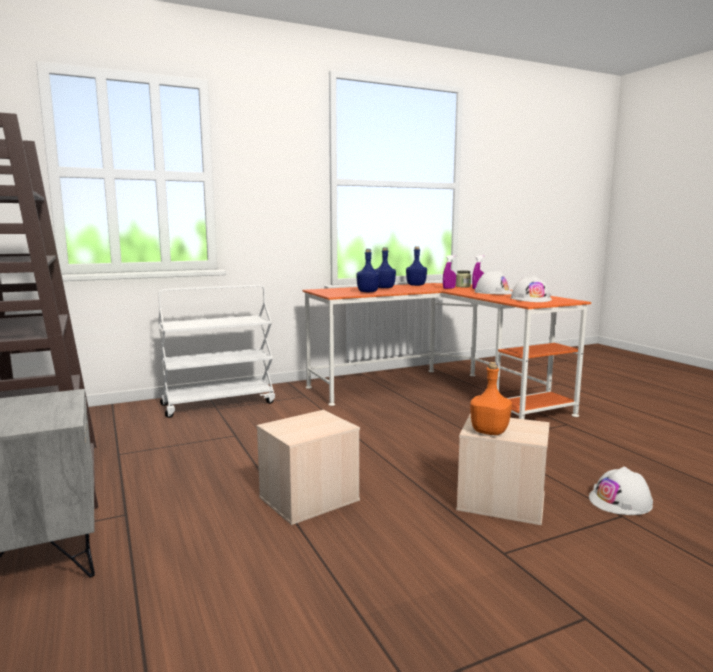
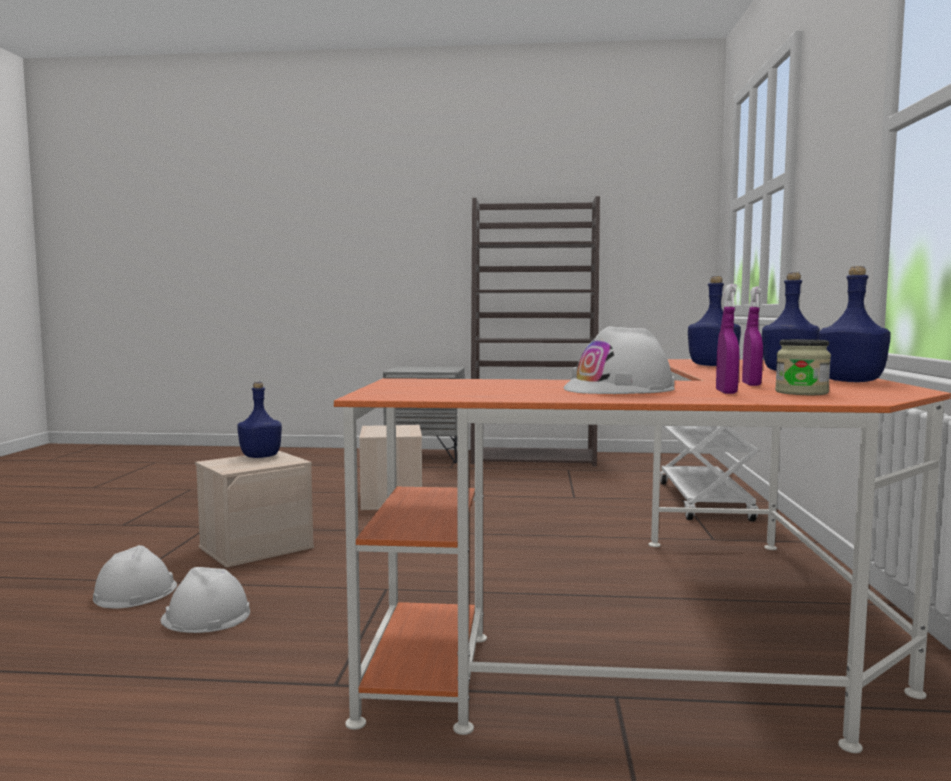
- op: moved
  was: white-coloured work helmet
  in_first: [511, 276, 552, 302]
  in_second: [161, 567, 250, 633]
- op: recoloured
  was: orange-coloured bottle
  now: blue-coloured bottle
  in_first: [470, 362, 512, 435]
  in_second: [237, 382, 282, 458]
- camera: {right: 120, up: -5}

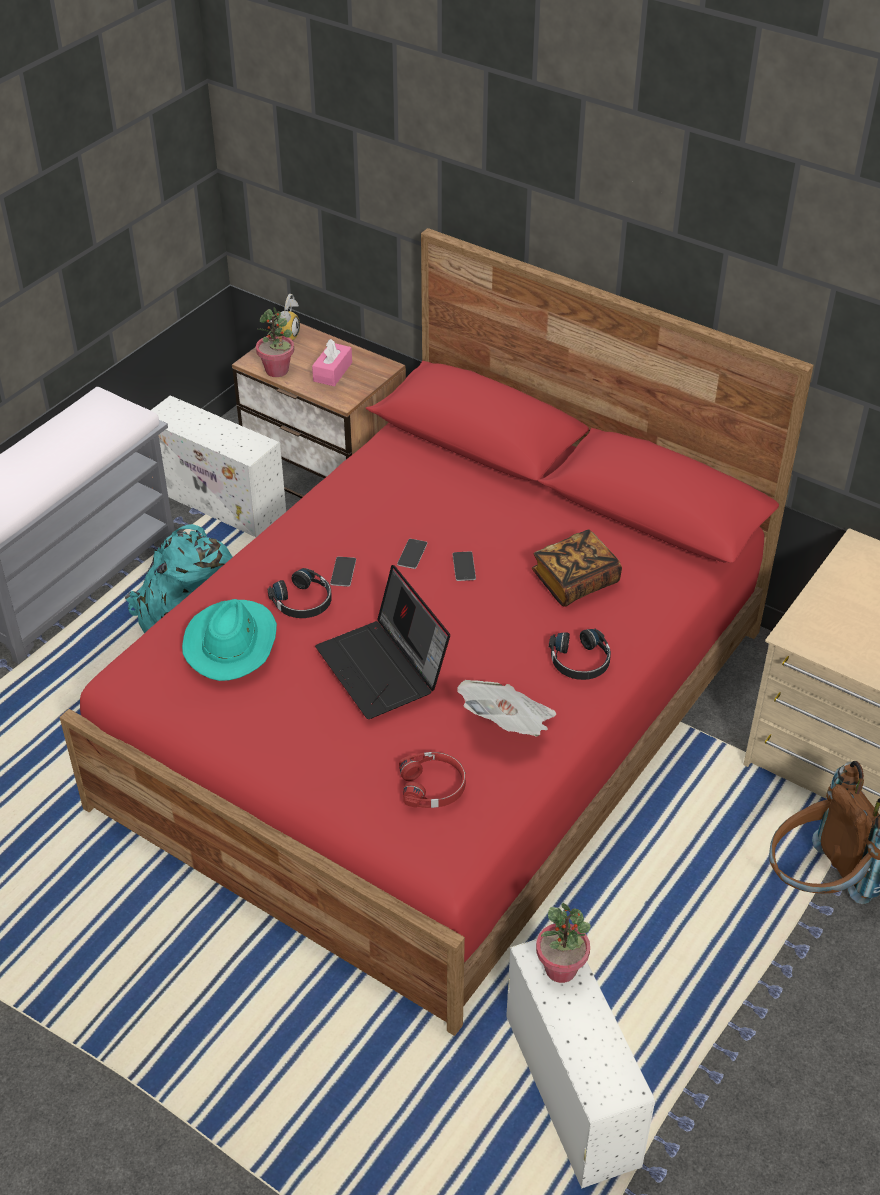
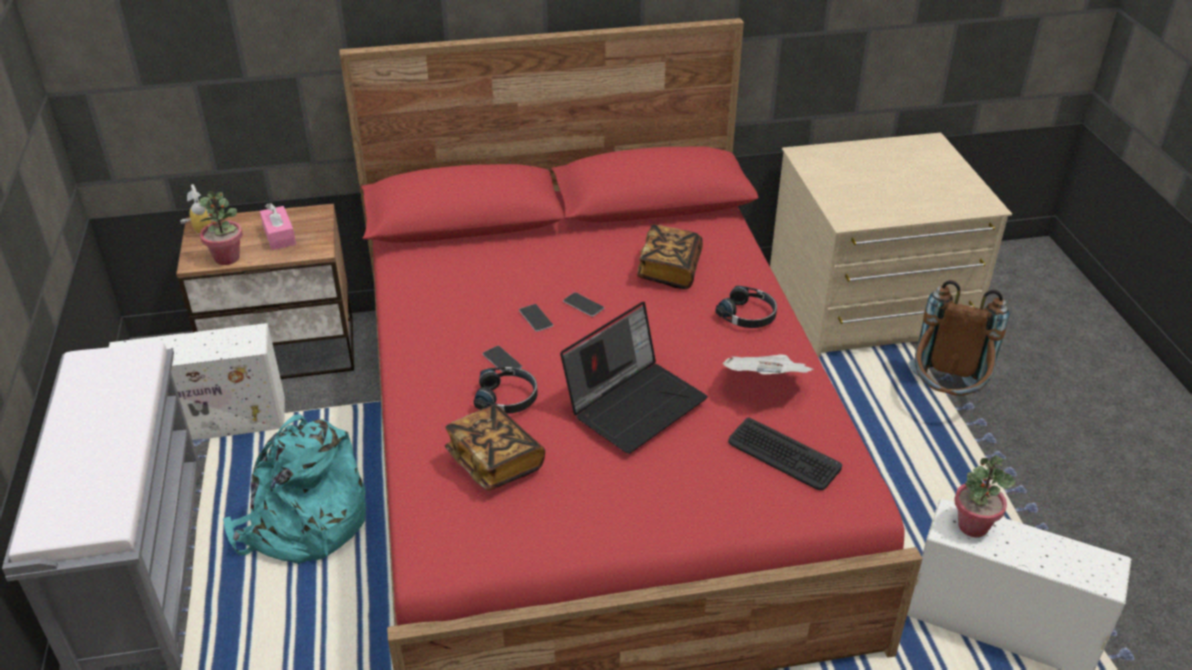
- op: turned
  was: laptop
  in_first: [315, 565, 450, 719]
  in_second: [560, 302, 708, 454]
  clockwise: -60
- op: replaced
  was: turquoise-coloured wearable hat
  now: volume
  in_first: [182, 599, 277, 681]
  in_second: [445, 405, 545, 491]
- op: replaced
  was: reddish headphones
  now: keyboard
  in_first: [399, 752, 466, 808]
  in_second: [728, 417, 842, 490]
- camera: {right: -45, up: -5}

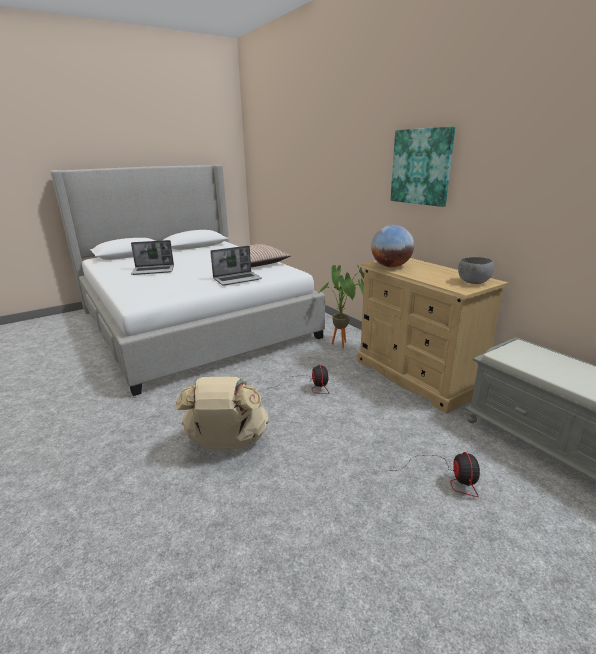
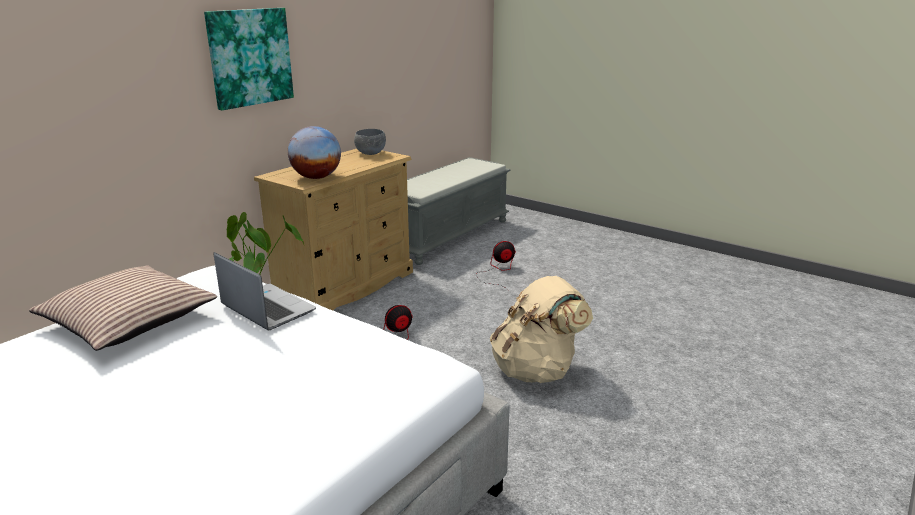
- op: removed
  was: laptop
  in_first: [131, 240, 174, 275]
- camera: {right: -110, up: 0}

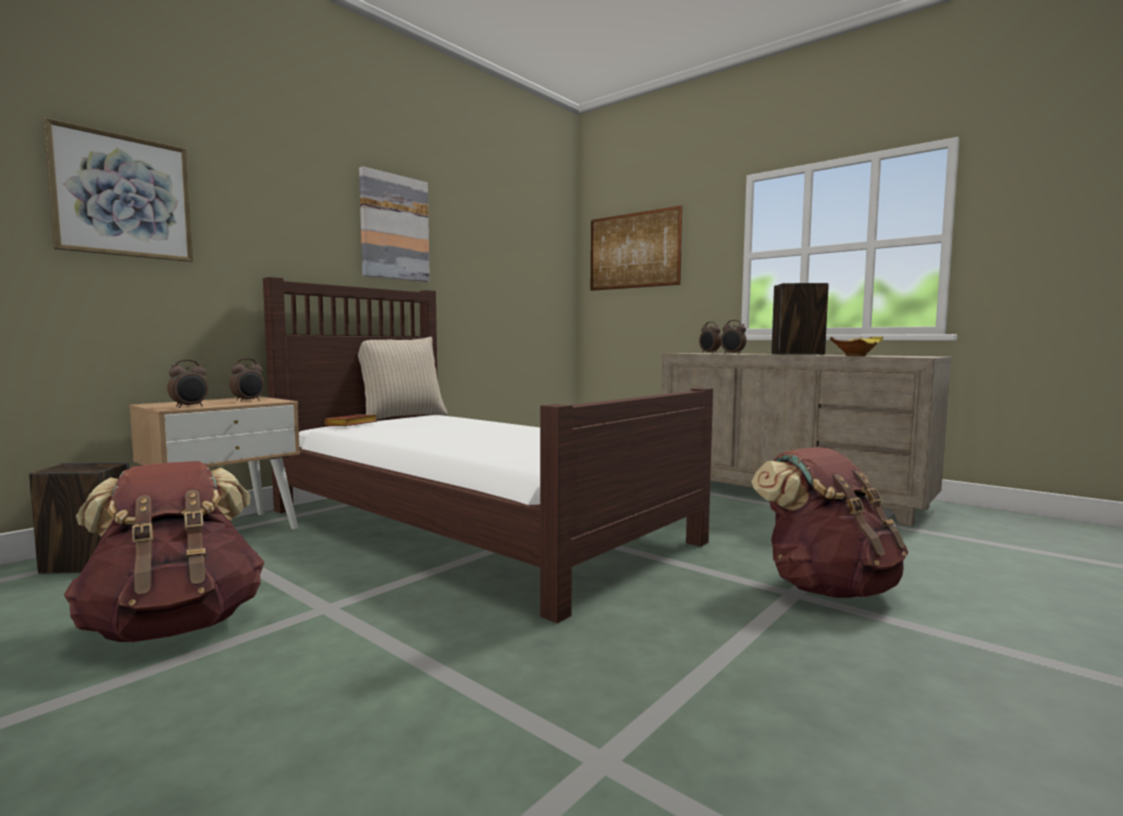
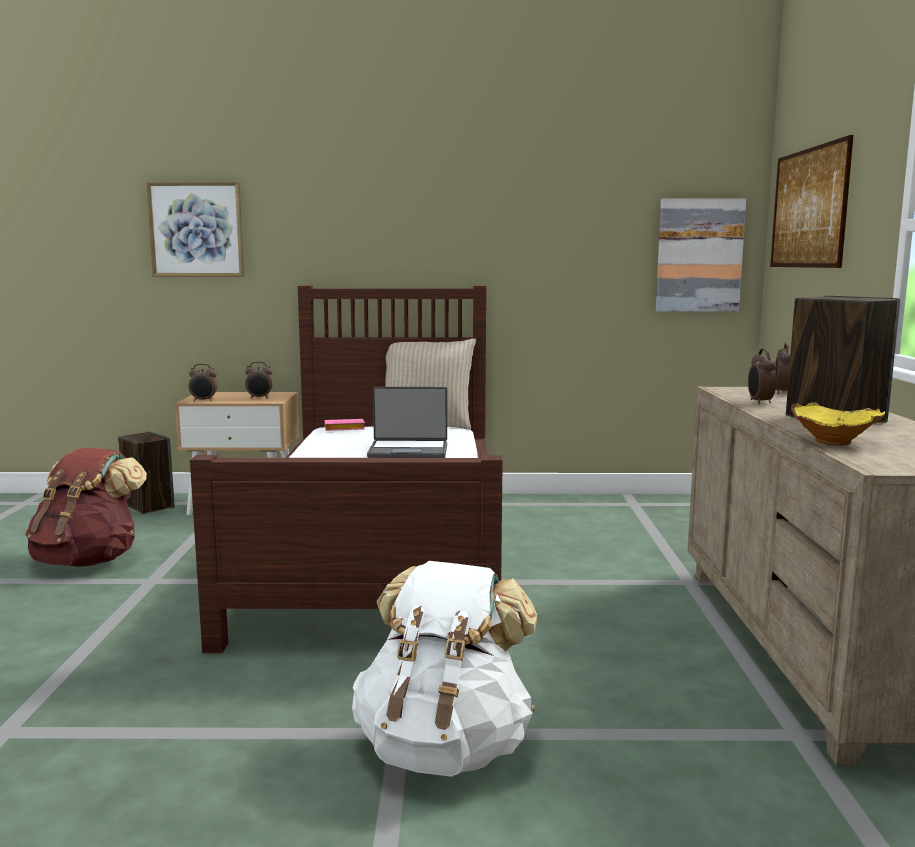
- op: moved
  was: picture
  in_first: [359, 166, 430, 282]
  in_second: [656, 199, 746, 312]
- op: recoloured
  was: brown-coloured volume
  now: pink volume
  in_first: [325, 414, 377, 426]
  in_second: [324, 419, 365, 431]
- op: recoloured
  was: brown-coloured rucksack
  now: white-coloured rucksack
  in_first: [751, 447, 908, 598]
  in_second: [352, 561, 537, 777]
- op: added
  now: laptop
  in_second: [367, 387, 447, 458]
- camera: {right: 50, up: 5}

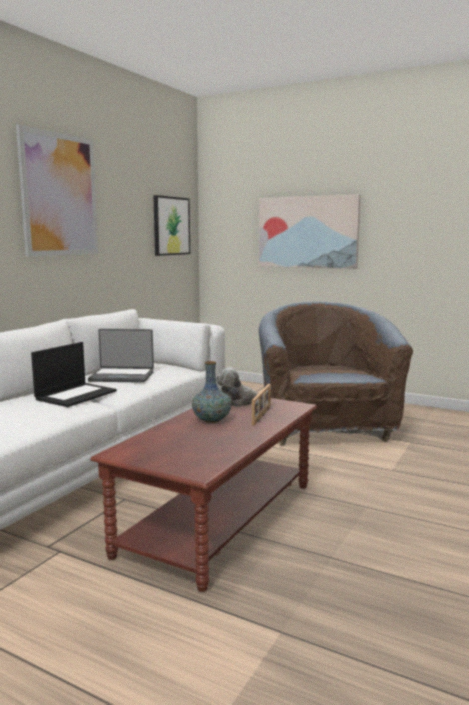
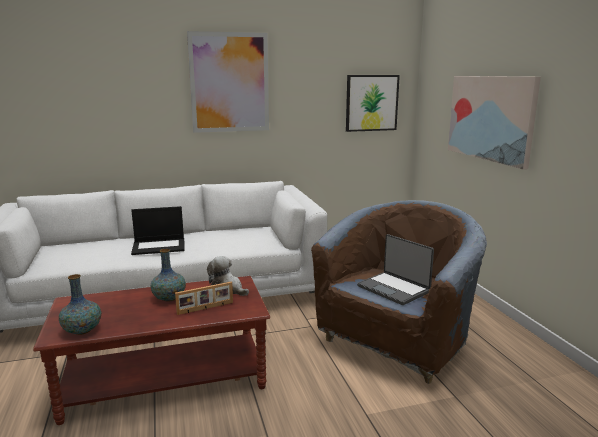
- op: moved
  was: laptop
  in_first: [88, 329, 154, 383]
  in_second: [357, 234, 434, 305]
- op: added
  now: vase
  in_second: [59, 274, 101, 335]
- camera: {right: 45, up: 5}

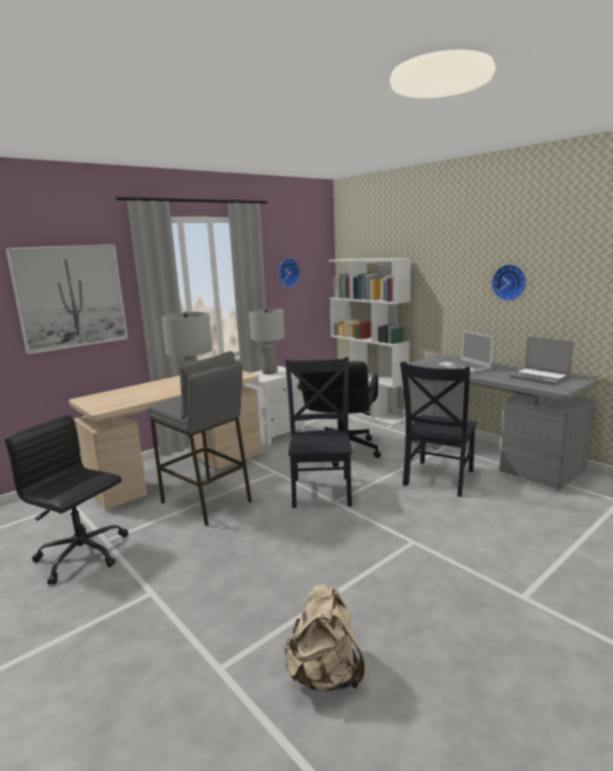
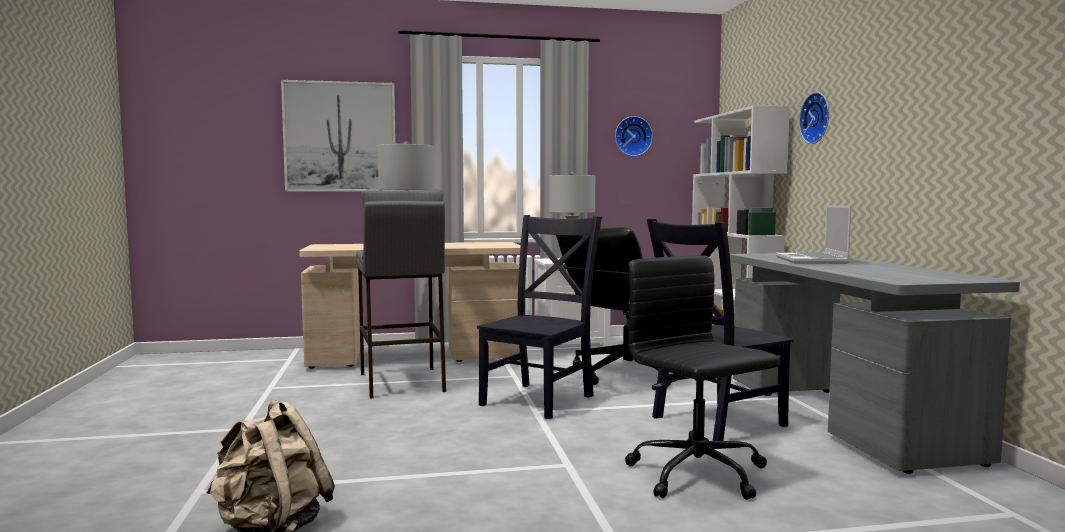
- op: moved
  was: clock on the wall
  in_first: [492, 264, 527, 301]
  in_second: [799, 92, 829, 144]
- op: removed
  was: laptop
  in_first: [509, 337, 574, 385]
- op: moved
  was: blackish desk chair
  in_first: [5, 415, 128, 585]
  in_second: [625, 255, 780, 500]
- camera: {right: 30, up: -10}

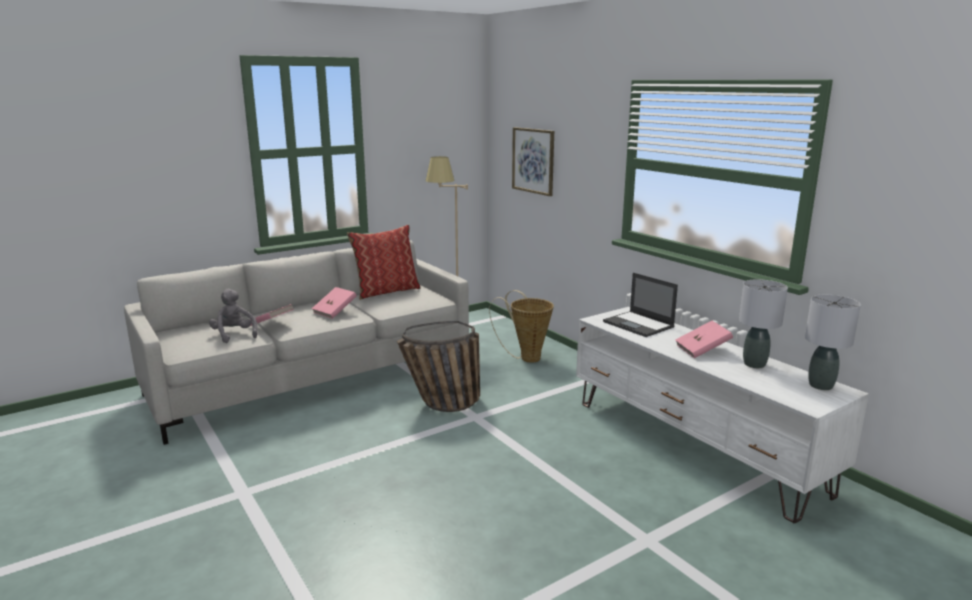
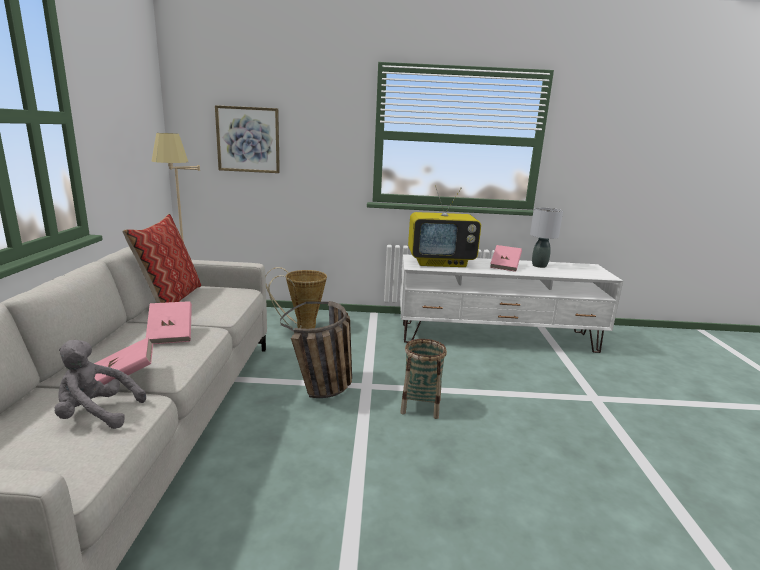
- op: replaced
  was: laptop
  now: TV set
  in_first: [603, 273, 678, 337]
  in_second: [408, 185, 481, 267]
- op: removed
  was: greyish lamp for a table
  in_first: [805, 295, 861, 390]
- op: added
  now: storage basket
  in_second: [400, 339, 447, 419]
- camera: {right: -55, up: 0}

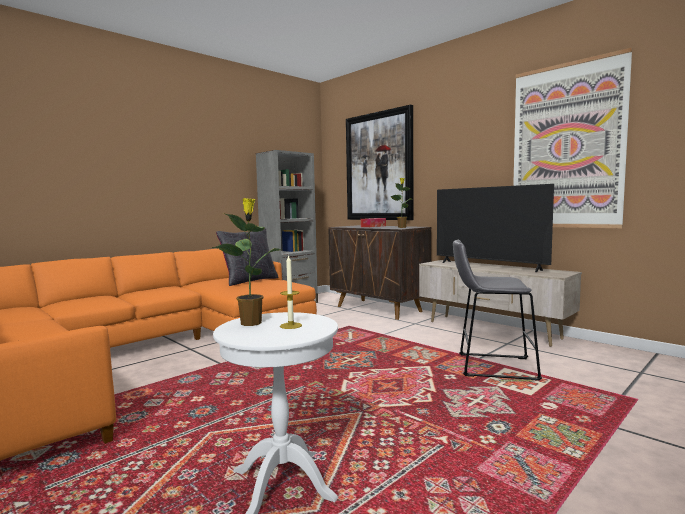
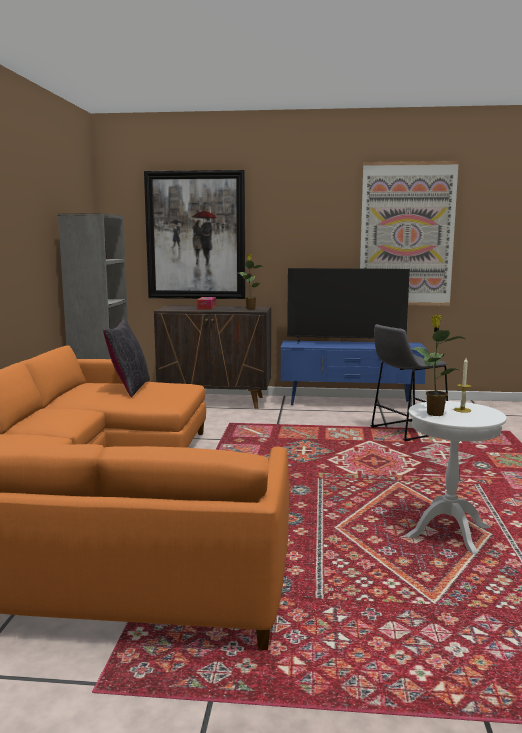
- op: recoloured
  was: beige tv unit
  now: blue-coloured tv unit
  in_first: [419, 260, 582, 347]
  in_second: [281, 341, 427, 407]
- camera: {right: -40, up: 5}

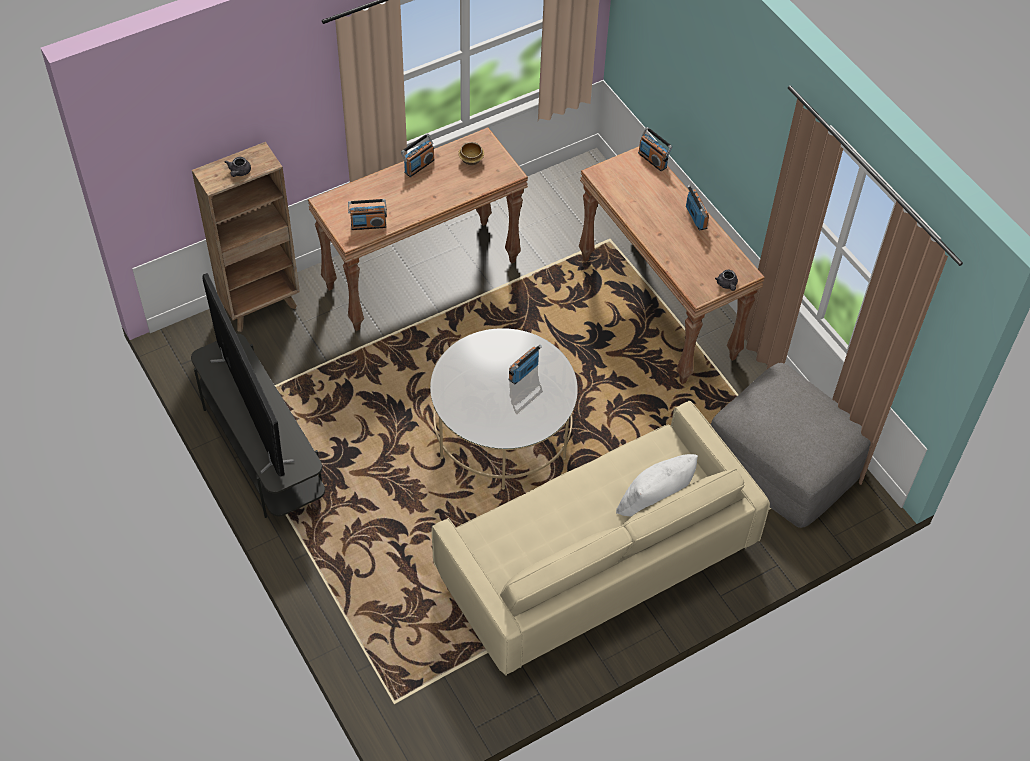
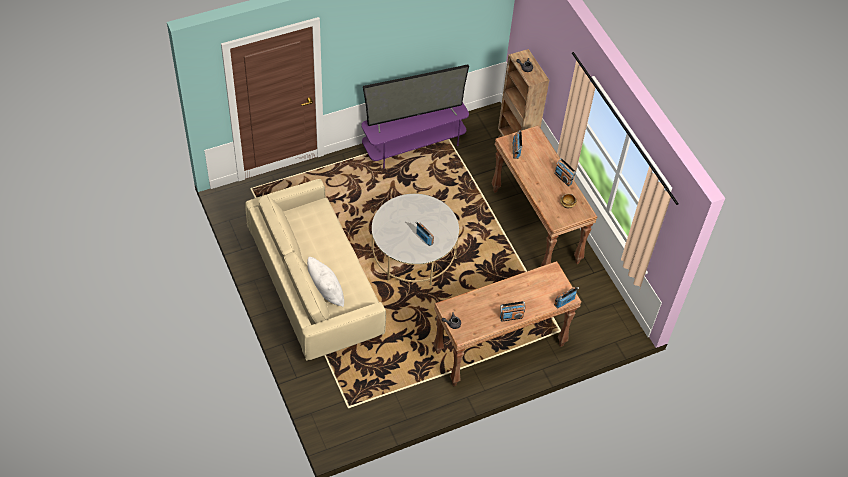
- op: recoloured
  was: greyish tv unit
  now: purple-coloured tv unit
  in_first: [191, 334, 325, 518]
  in_second: [361, 102, 469, 168]
- op: removed
  was: greyish pouffe
  in_first: [711, 363, 871, 528]
- camera: {right: 95, up: 0}

